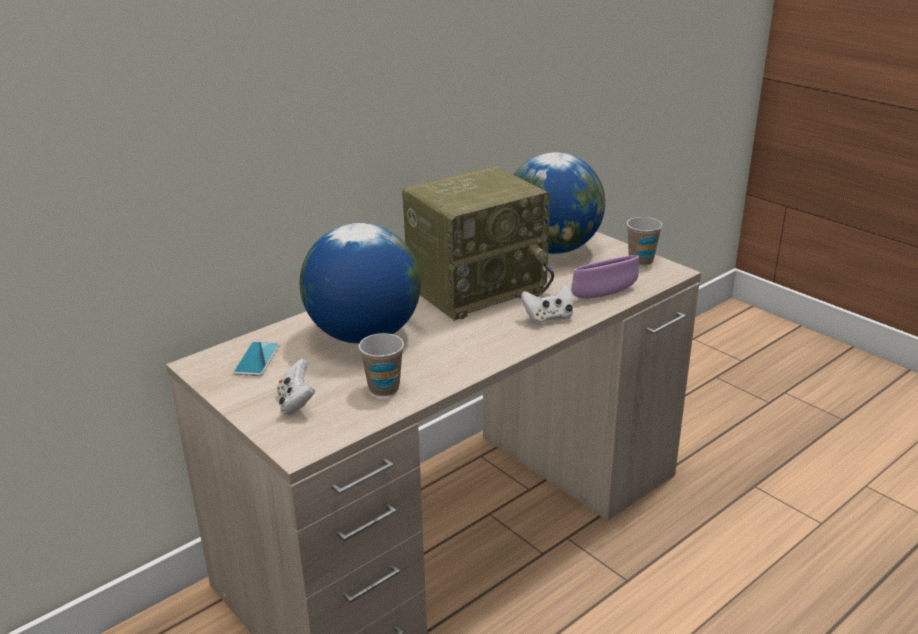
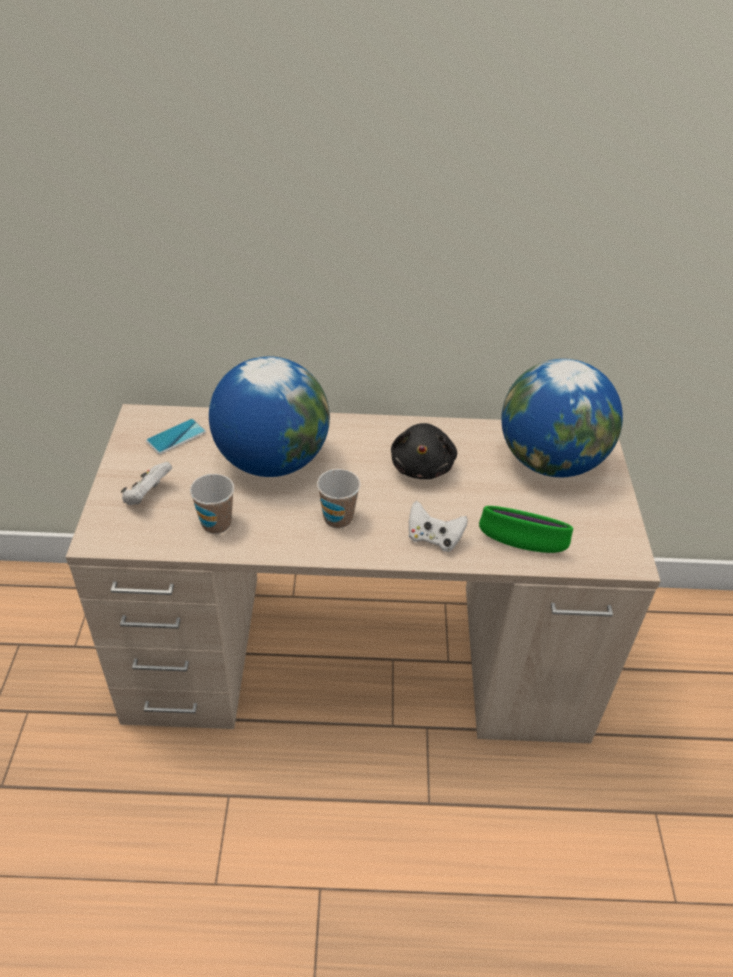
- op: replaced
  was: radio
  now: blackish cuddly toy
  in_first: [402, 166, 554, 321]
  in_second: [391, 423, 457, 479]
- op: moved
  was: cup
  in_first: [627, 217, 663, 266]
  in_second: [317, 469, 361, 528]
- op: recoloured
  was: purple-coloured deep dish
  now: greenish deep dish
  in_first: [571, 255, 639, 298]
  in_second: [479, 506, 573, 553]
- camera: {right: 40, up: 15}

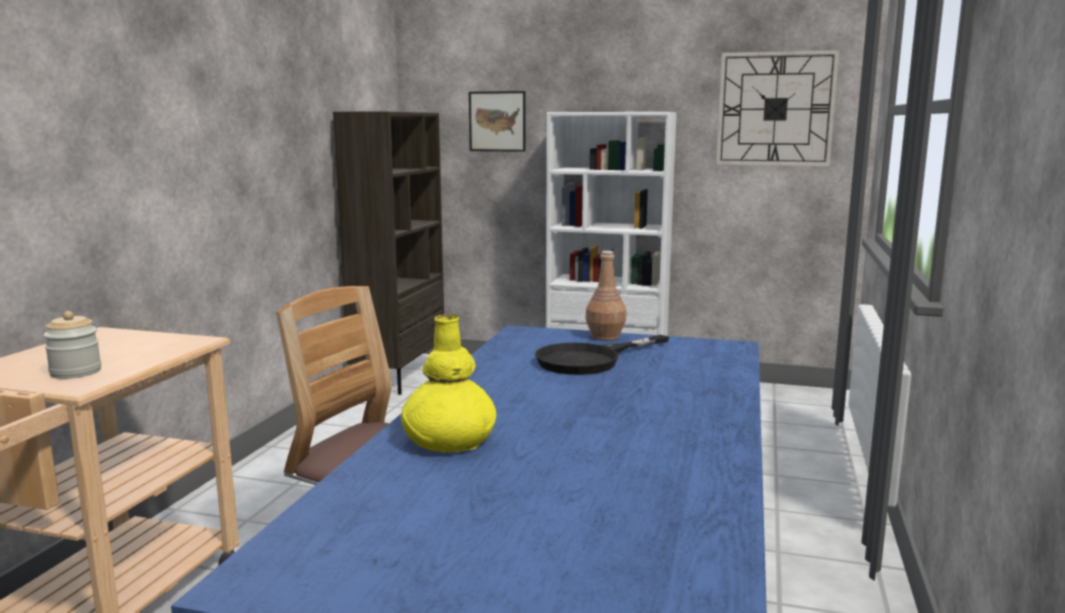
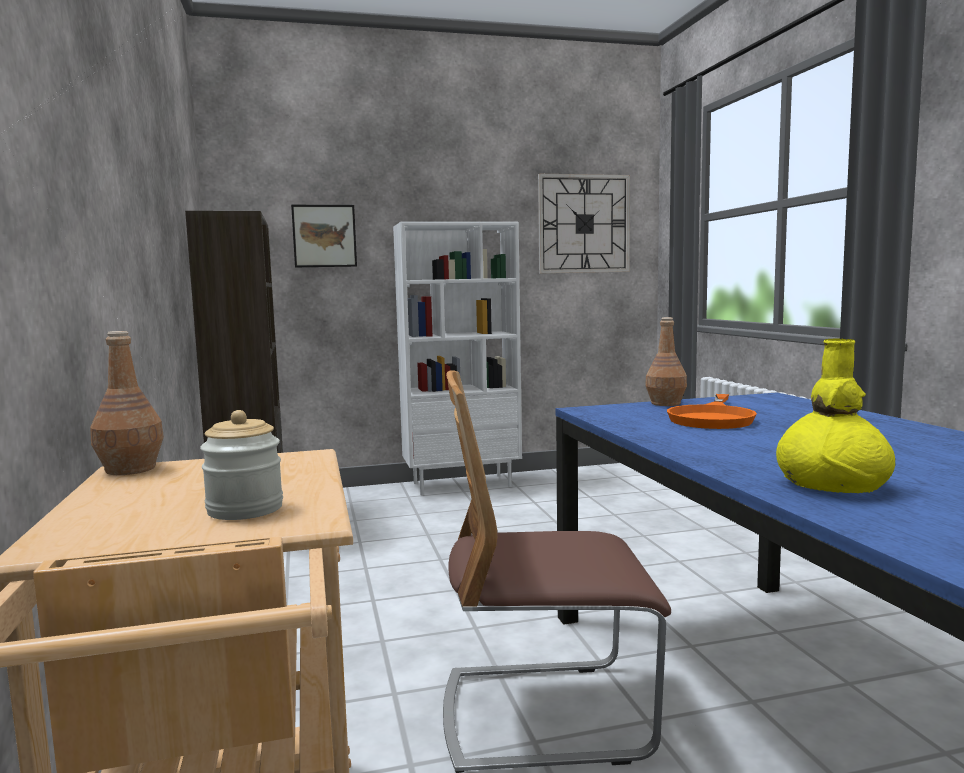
- op: recoloured
  was: blackish frying pan
  now: orange-coloured frying pan
  in_first: [535, 335, 669, 375]
  in_second: [667, 394, 757, 429]
- op: added
  now: brown-coloured bottle
  in_second: [90, 331, 164, 475]
- camera: {right: -30, up: -5}

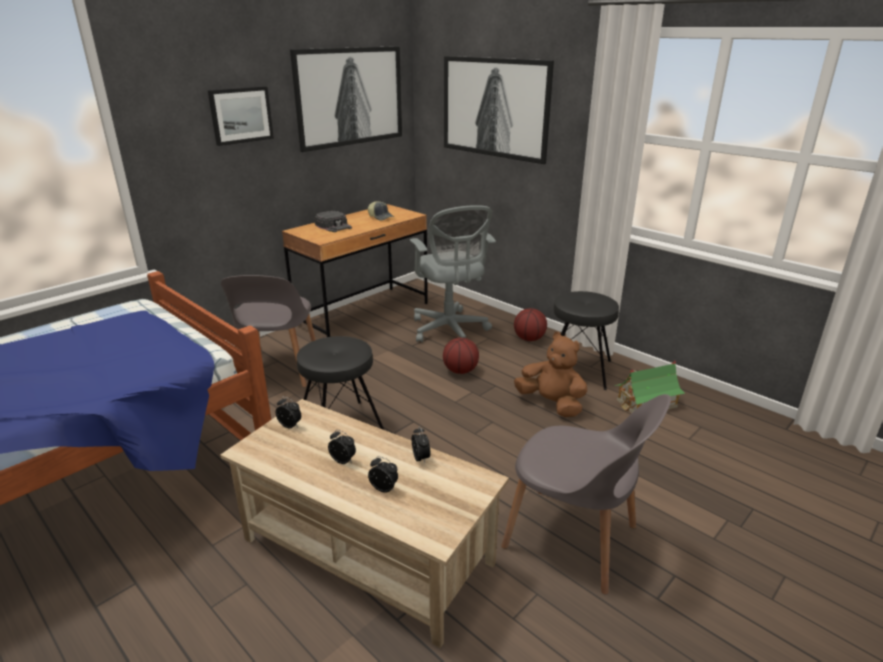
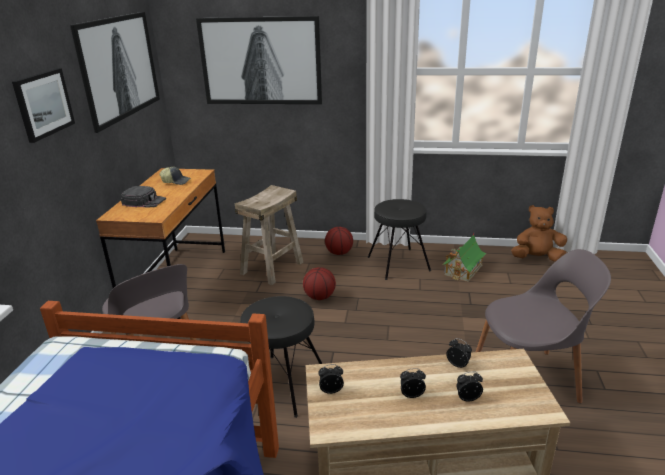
- op: replaced
  was: greyish desk chair
  now: beige stool seat
  in_first: [410, 205, 496, 342]
  in_second: [235, 185, 303, 285]
- op: moved
  was: brown-coloured cuddly toy
  in_first: [514, 332, 587, 417]
  in_second: [511, 205, 567, 262]
- camera: {right: -35, up: 0}

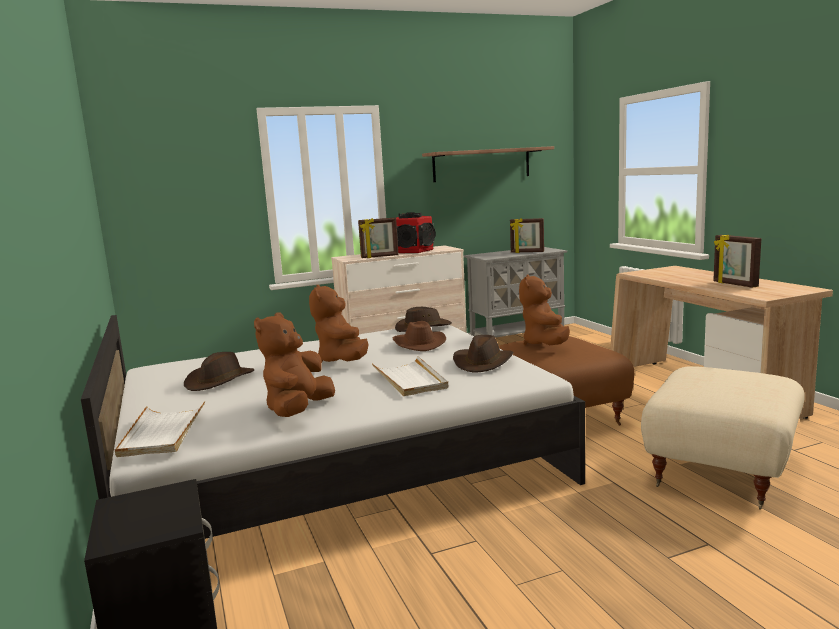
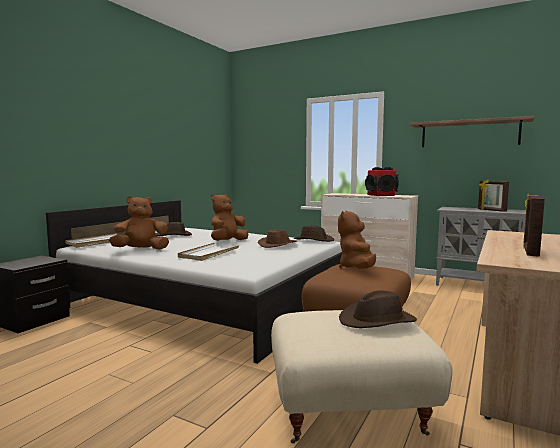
- op: removed
  was: standing frame
  in_first: [358, 218, 399, 258]
- op: turned
  was: brown-coloured cuddly toy
  in_first: [519, 275, 570, 346]
  in_second: [338, 211, 376, 269]
  clockwise: -45
- op: moved
  was: brown-coloured wearable hat
  in_first: [453, 335, 514, 373]
  in_second: [339, 290, 417, 328]
- camera: {right: 50, up: -5}

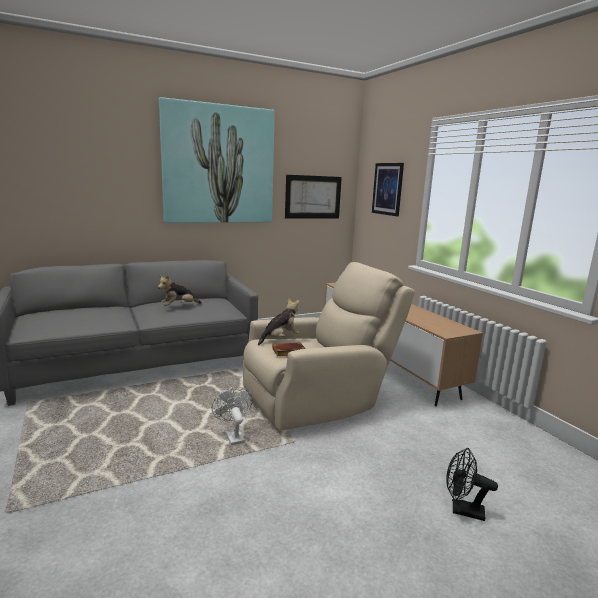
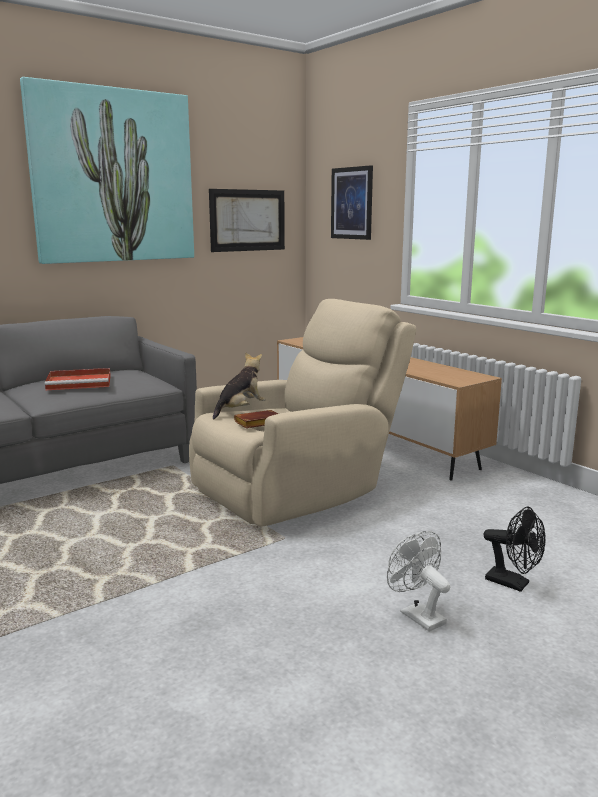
- op: replaced
  was: cuddly toy
  now: reddish tray
  in_first: [158, 275, 202, 306]
  in_second: [45, 368, 111, 390]
- op: moved
  was: white-coloured electric fan
  in_first: [212, 387, 253, 445]
  in_second: [387, 531, 450, 632]
- op: turned
  was: blackish electric fan
  in_first: [446, 448, 498, 521]
  in_second: [483, 506, 546, 592]
  clockwise: -150
- camera: {right: -10, up: 0}

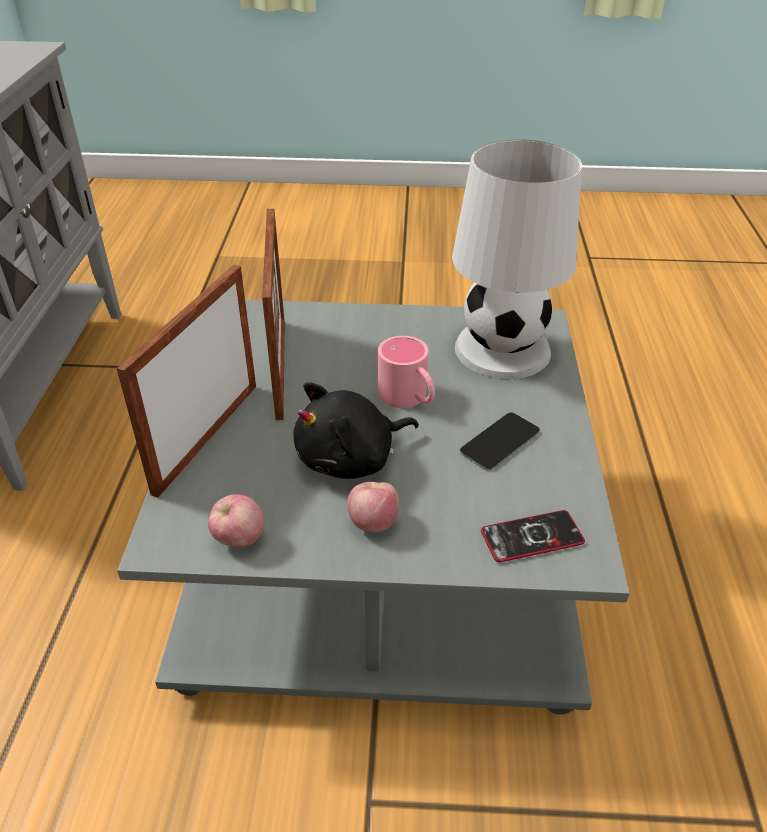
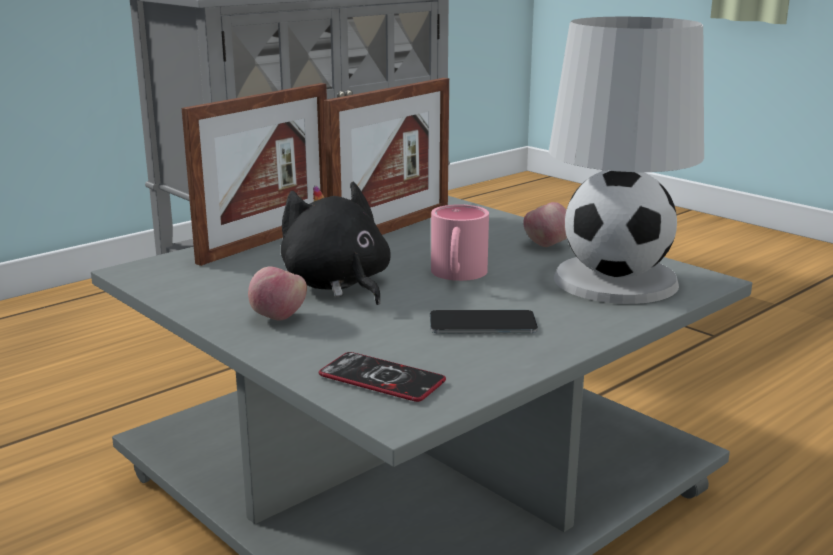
- op: turned
  was: standing frame
  in_first: [117, 265, 256, 498]
  in_second: [182, 83, 327, 266]
  clockwise: 150
- op: turned
  was: blackish cuddly toy
  in_first: [293, 382, 419, 479]
  in_second: [281, 182, 391, 305]
  clockwise: 45
- op: moved
  was: whole apple
  in_first: [208, 494, 265, 547]
  in_second: [523, 202, 567, 247]
- camera: {right: 45, up: -20}

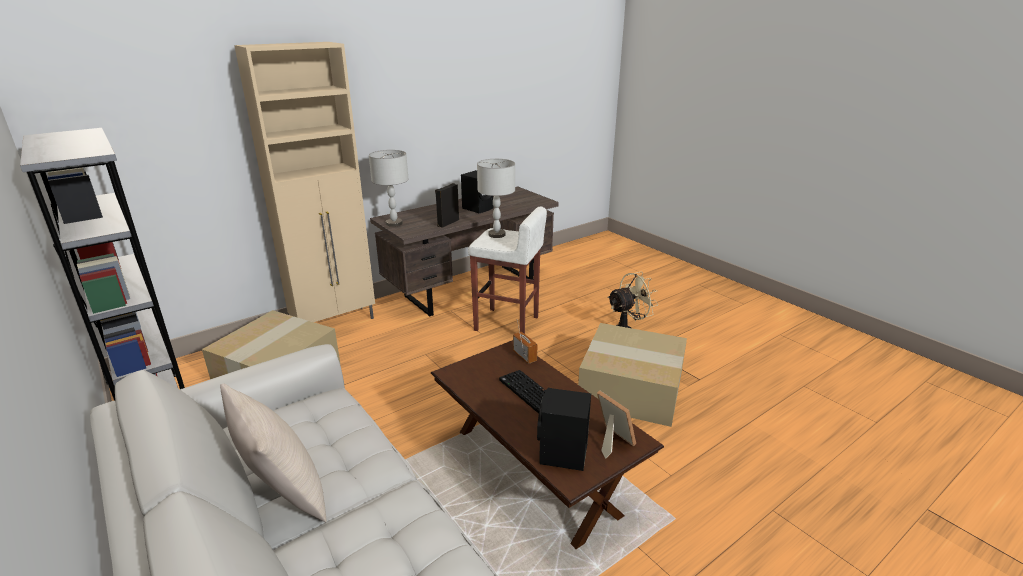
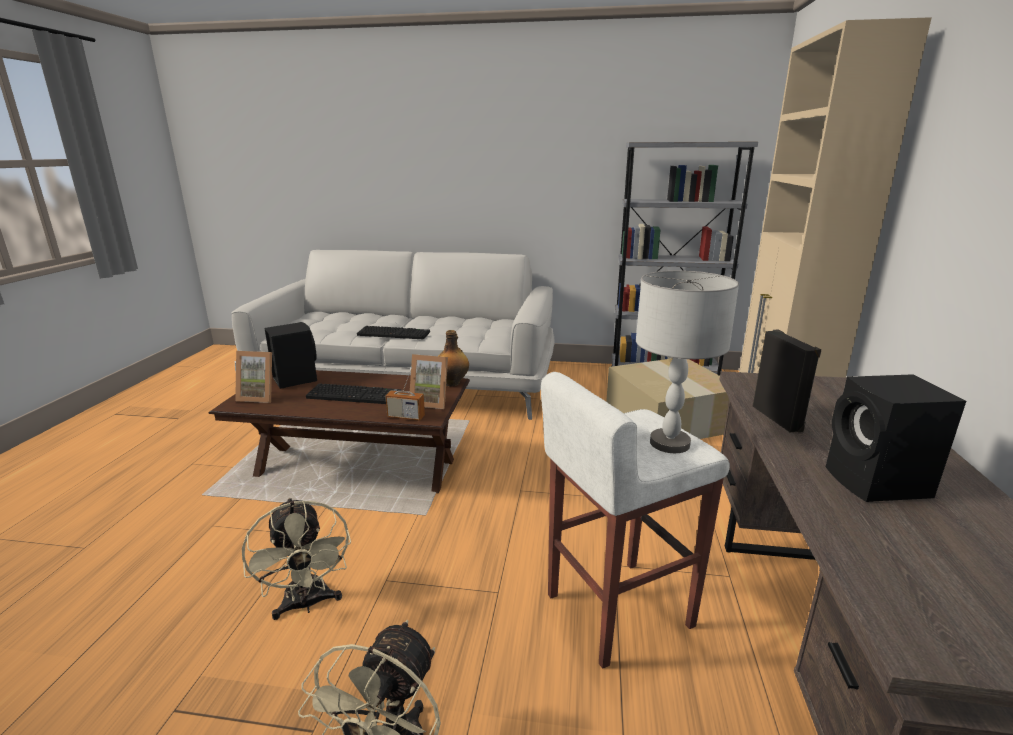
- op: removed
  was: greyish lamp for a table
  in_first: [369, 150, 409, 227]
- op: replaced
  was: carton
  now: beige electric fan
  in_first: [578, 323, 687, 427]
  in_second: [242, 498, 351, 620]
- op: removed
  was: beige pillow
  in_first: [220, 383, 327, 522]
- op: added
  now: keyboard
  in_second: [357, 326, 430, 339]
- op: added
  now: bottle
  in_second: [438, 330, 469, 386]
- op: added
  now: standing frame
  in_second: [410, 354, 448, 409]
- camera: {right: 135, up: -5}

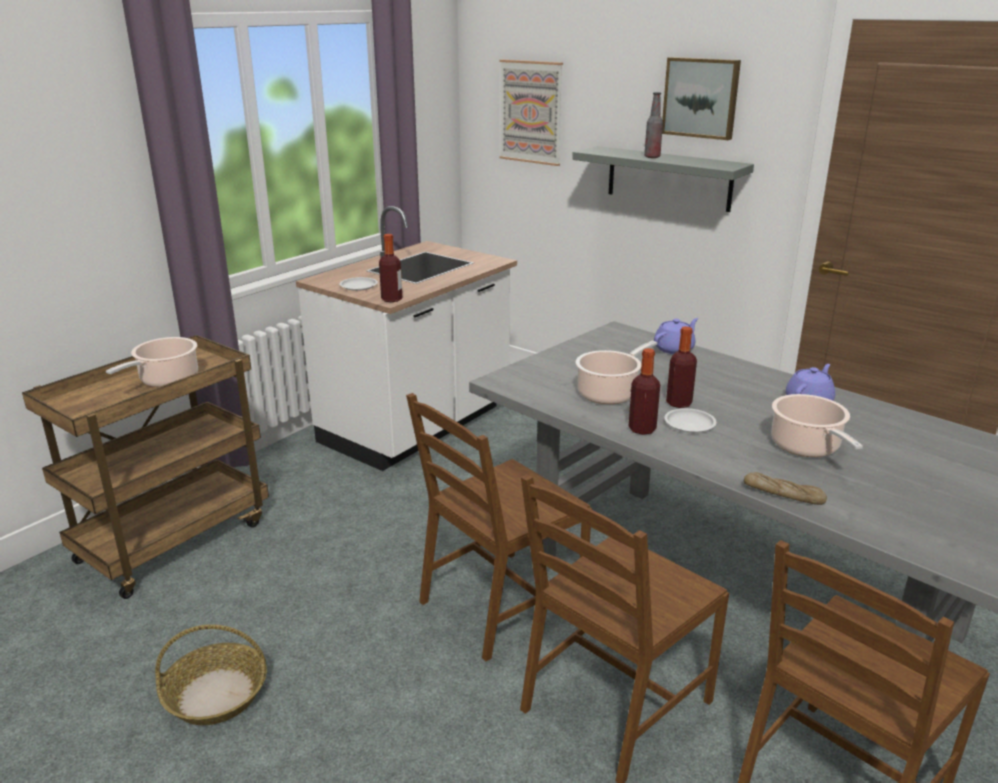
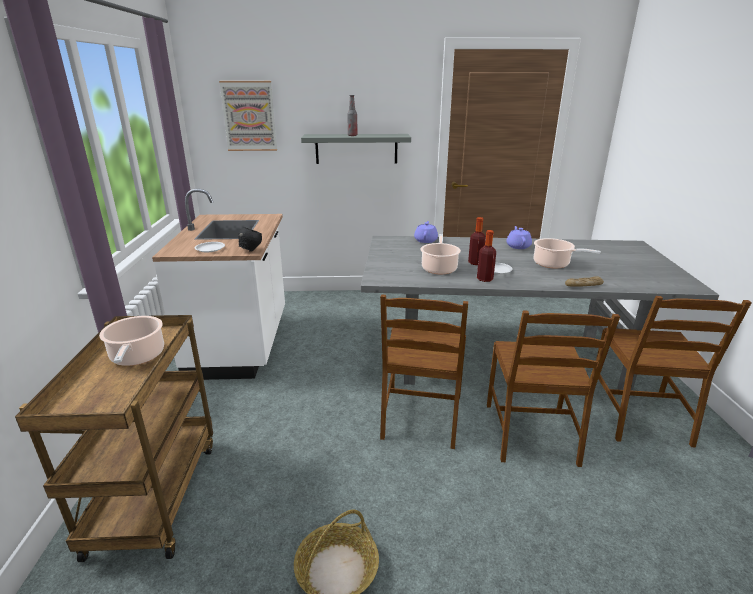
- op: removed
  was: picture
  in_first: [662, 57, 741, 140]
- op: replaced
  was: bottle
  now: blackish deep dish
  in_first: [379, 234, 402, 302]
  in_second: [238, 227, 262, 252]
- camera: {right: -40, up: 0}

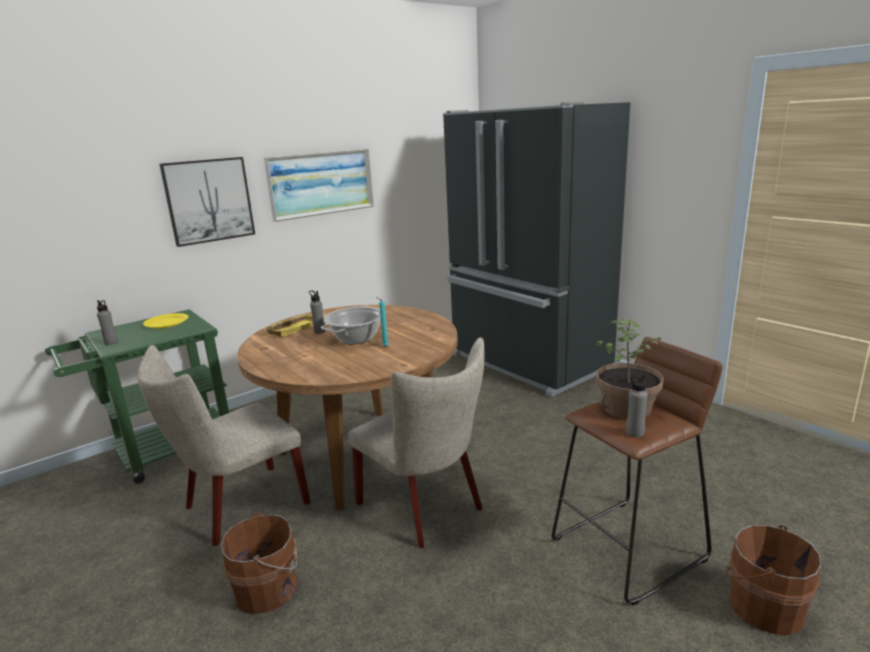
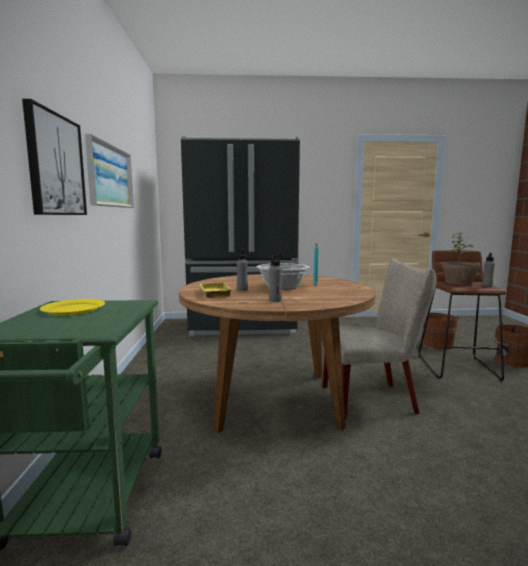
- op: moved
  was: greyish bottle
  in_first: [97, 300, 118, 345]
  in_second: [269, 254, 282, 302]
- op: removed
  was: beige plain chair
  in_first: [137, 345, 311, 546]
- op: moved
  was: brown-coloured pail
  in_first: [221, 513, 298, 614]
  in_second: [423, 312, 459, 349]
- camera: {right: -55, up: -10}

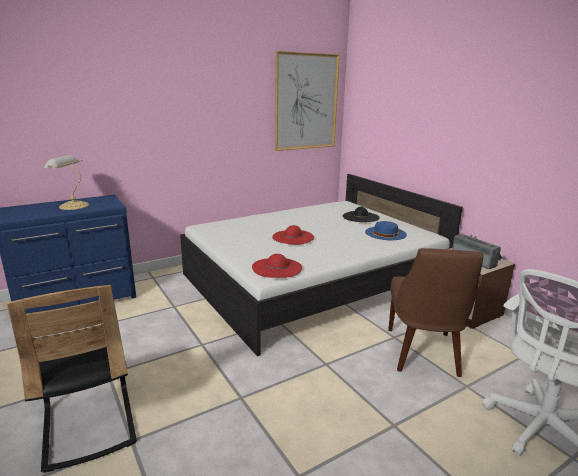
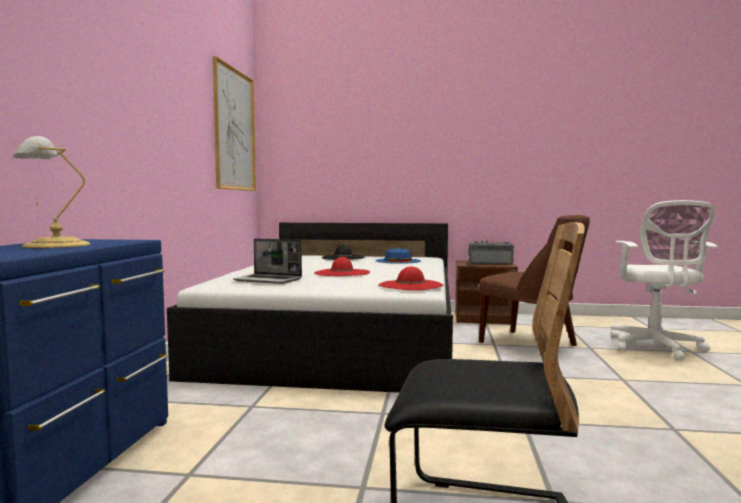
- op: added
  now: laptop
  in_second: [233, 238, 302, 284]
- camera: {right: -50, up: -15}

